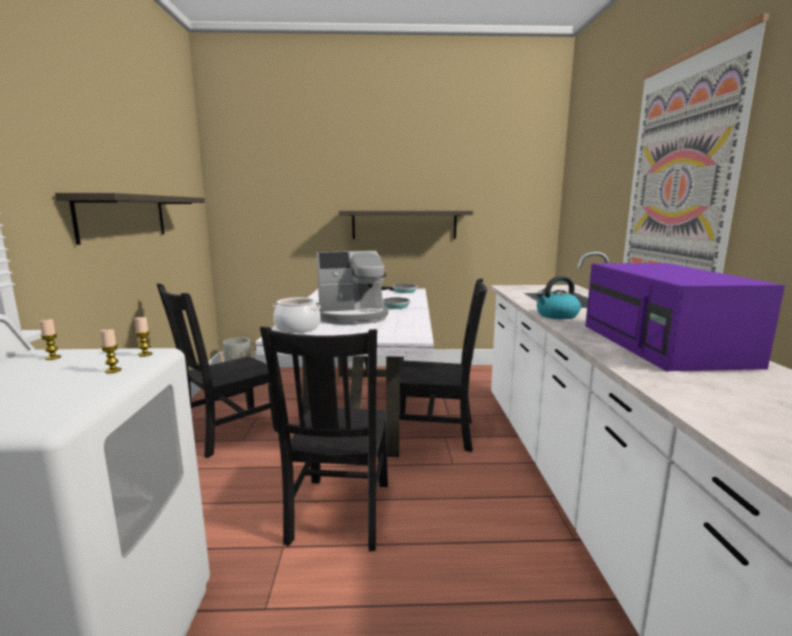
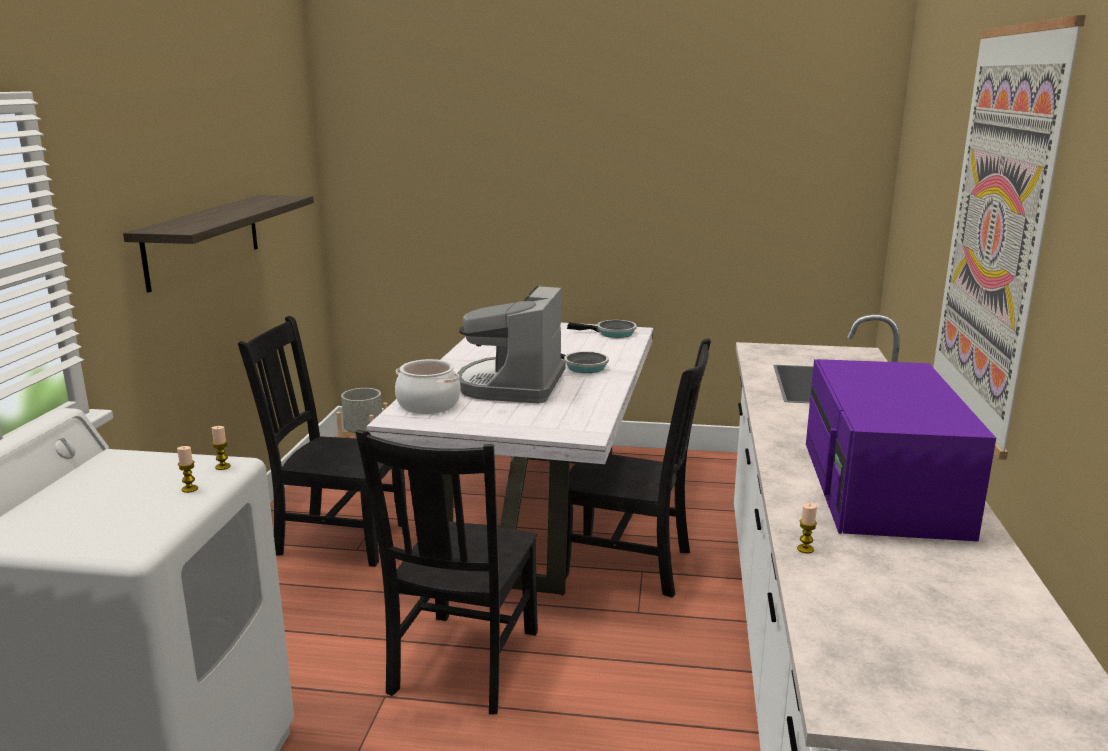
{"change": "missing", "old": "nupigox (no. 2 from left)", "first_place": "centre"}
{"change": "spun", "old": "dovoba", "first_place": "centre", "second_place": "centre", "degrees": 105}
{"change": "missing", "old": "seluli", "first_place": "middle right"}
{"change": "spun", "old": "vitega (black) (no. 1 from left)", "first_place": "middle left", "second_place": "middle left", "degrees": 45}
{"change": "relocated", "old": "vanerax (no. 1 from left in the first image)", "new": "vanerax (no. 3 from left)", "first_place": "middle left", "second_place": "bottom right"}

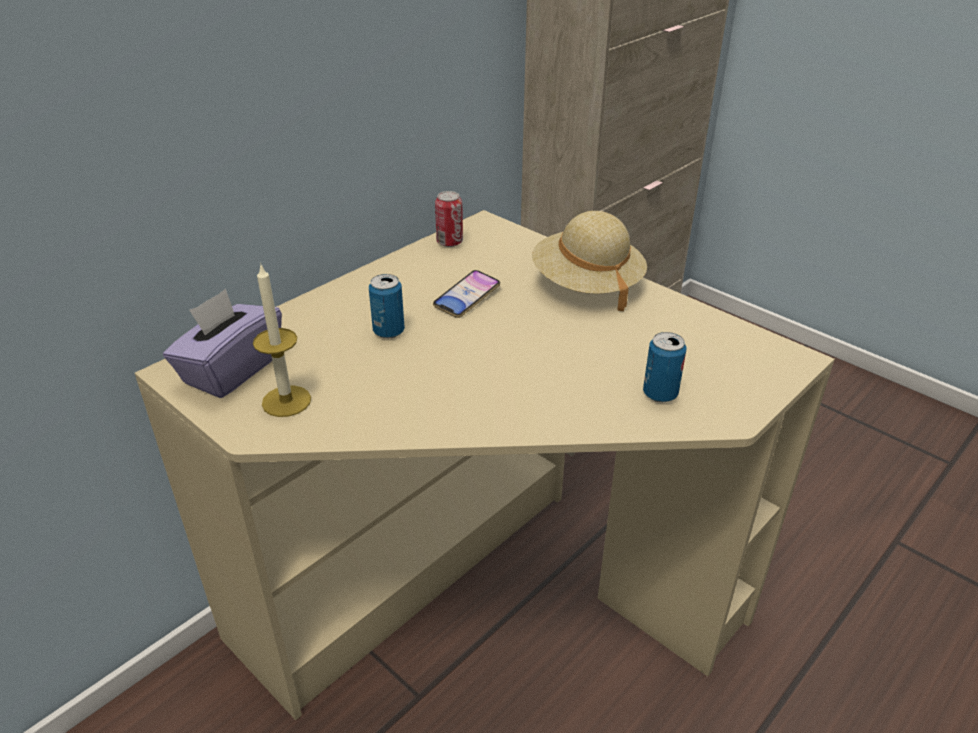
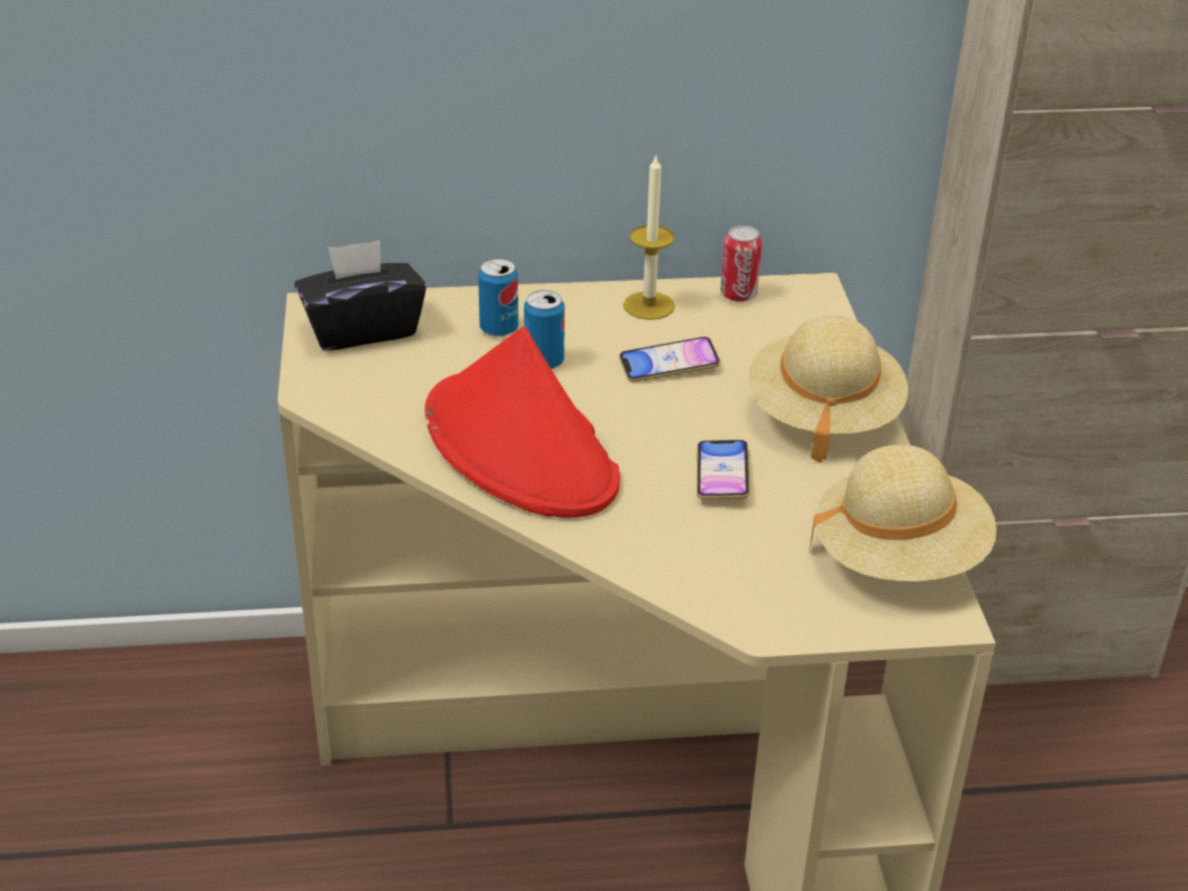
{"change": "relocated", "old": "vanerax", "first_place": "middle left", "second_place": "top centre"}
{"change": "colour", "old": "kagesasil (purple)", "new": "kagesasil (black)", "first_place": "middle left", "second_place": "top left"}
{"change": "relocated", "old": "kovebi (no. 3 from left in the first image)", "new": "kovebi (no. 1 from left)", "first_place": "middle right", "second_place": "centre"}
{"change": "appeared", "new": "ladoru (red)", "second_place": "centre"}
{"change": "appeared", "new": "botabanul (no. 2 from left)", "second_place": "centre"}
{"change": "appeared", "new": "ladoru (beige) (no. 2 from left)", "second_place": "middle right"}

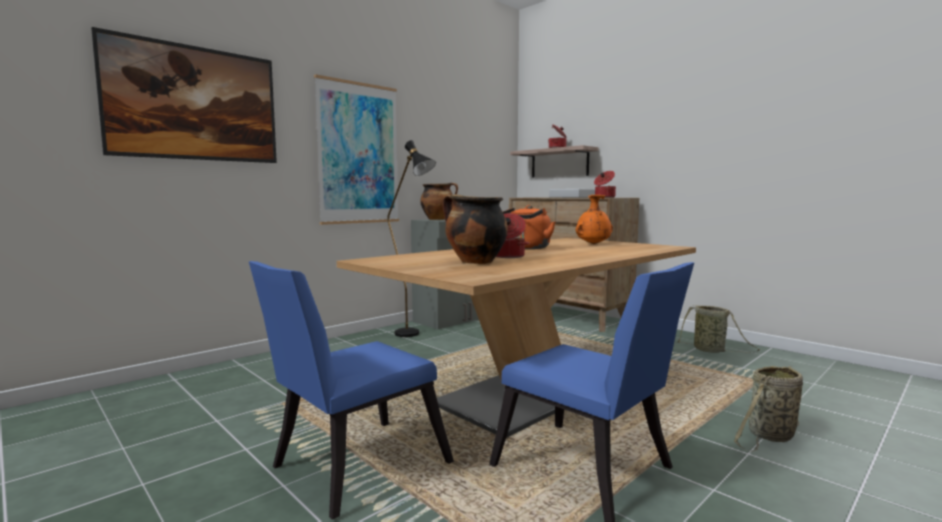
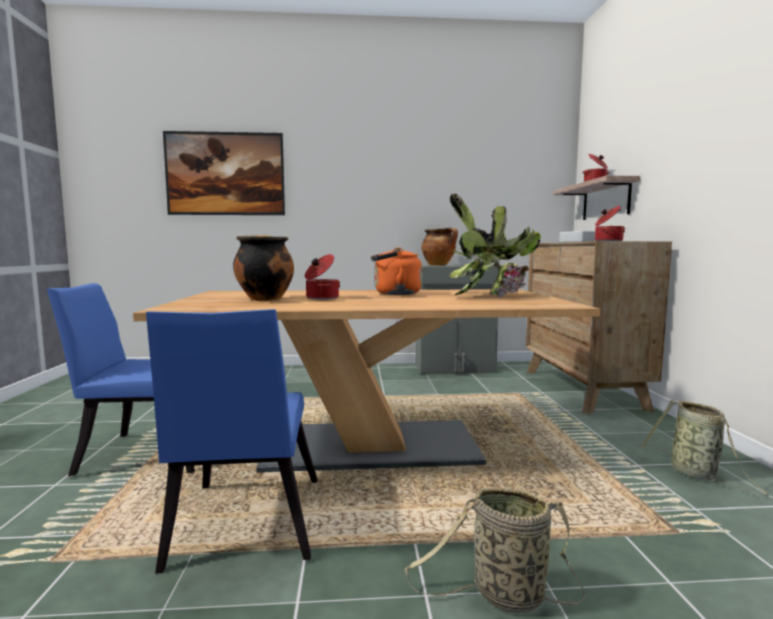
{"change": "missing", "old": "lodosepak (no. 2 from left)", "first_place": "top centre"}
{"change": "missing", "old": "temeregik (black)", "first_place": "centre"}
{"change": "exchanged", "old": "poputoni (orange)", "new": "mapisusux", "first_place": "centre", "second_place": "centre"}

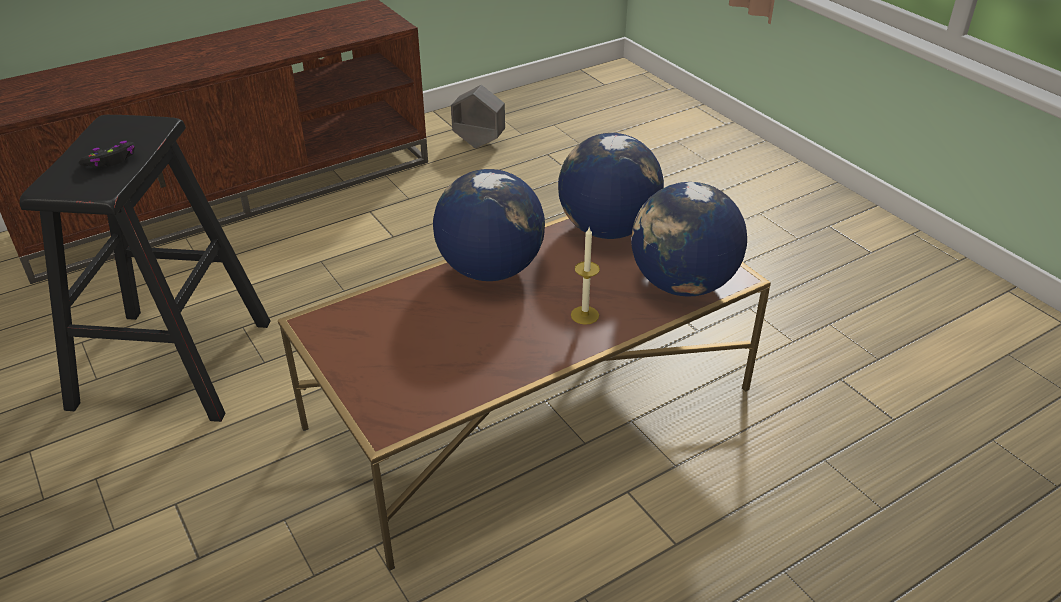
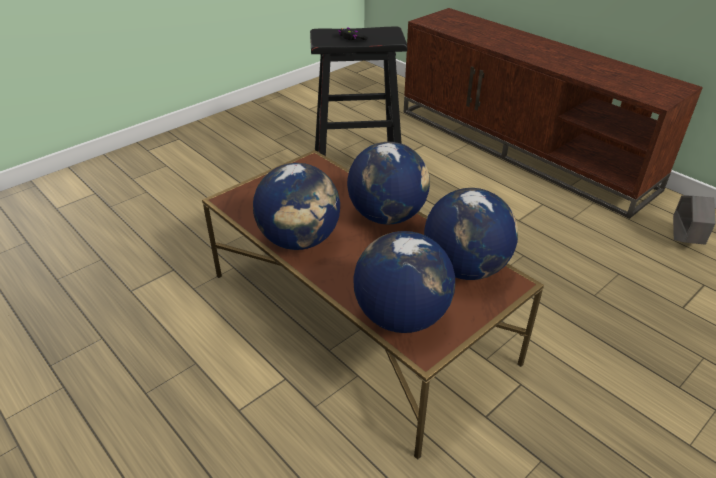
{"change": "missing", "old": "vanerax", "first_place": "centre"}
{"change": "appeared", "new": "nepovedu (no. 1 from left)", "second_place": "centre"}

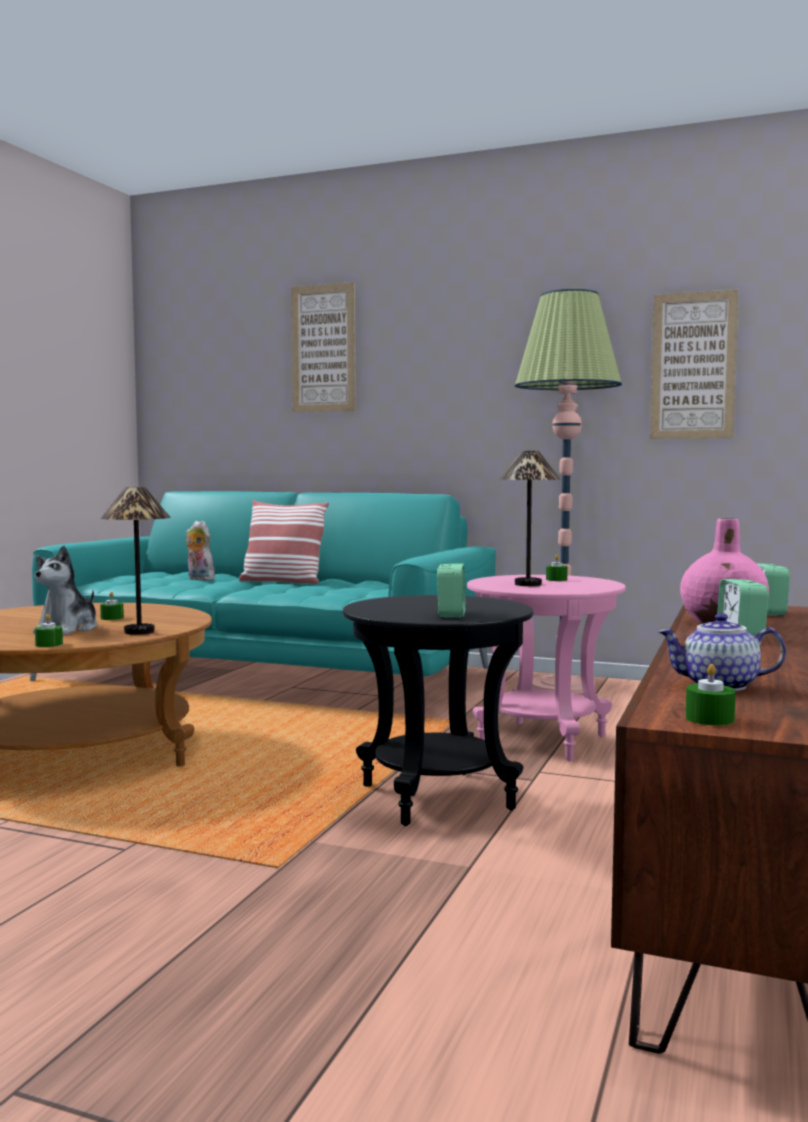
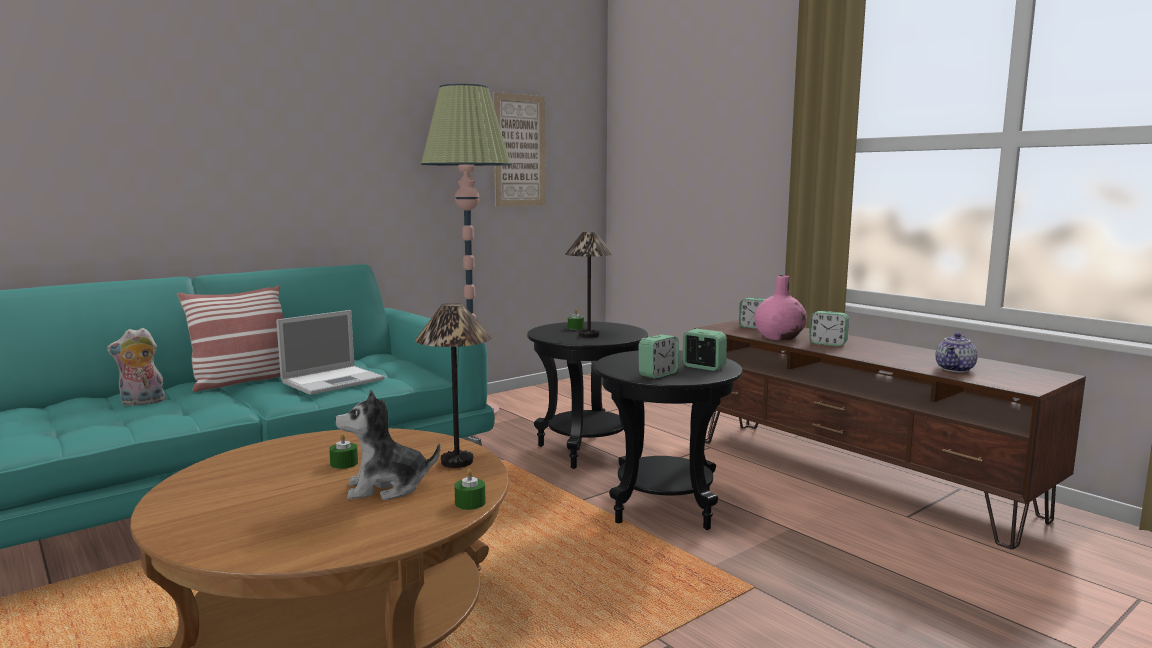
{"change": "missing", "old": "lodosepak (no. 1 from left)", "first_place": "top centre"}
{"change": "spun", "old": "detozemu (no. 1 from left in the first image)", "first_place": "middle left", "second_place": "bottom centre", "degrees": 120}
{"change": "colour", "old": "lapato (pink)", "new": "lapato (black) (no. 1 from left)", "first_place": "middle right", "second_place": "centre"}
{"change": "missing", "old": "vanerax (green) (no. 4 from left)", "first_place": "middle right"}
{"change": "appeared", "new": "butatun", "second_place": "middle left"}
{"change": "appeared", "new": "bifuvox (no. 1 from left)", "second_place": "centre"}

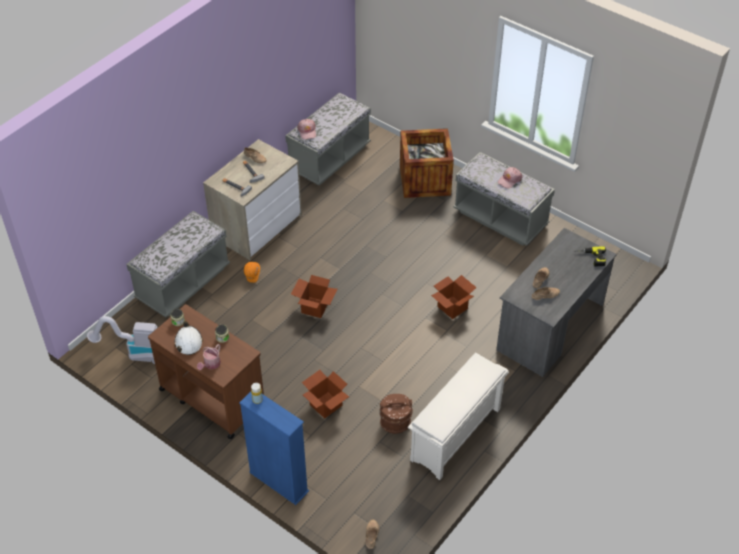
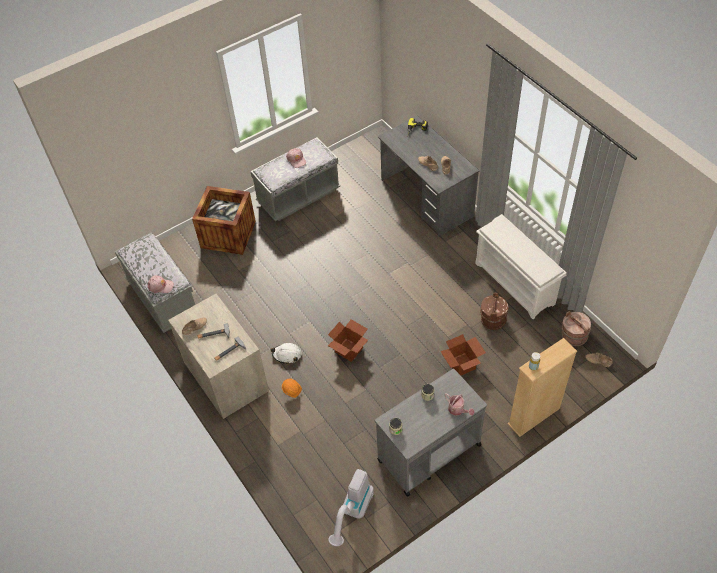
{"change": "missing", "old": "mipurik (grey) (no. 1 from left)", "first_place": "middle left"}
{"change": "missing", "old": "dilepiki (no. 3 from left)", "first_place": "centre"}
{"change": "colour", "old": "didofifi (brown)", "new": "didofifi (grey)", "first_place": "bottom left", "second_place": "bottom centre"}
{"change": "relocated", "old": "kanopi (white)", "first_place": "middle left", "second_place": "centre"}
{"change": "colour", "old": "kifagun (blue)", "new": "kifagun (beige)", "first_place": "bottom centre", "second_place": "bottom right"}
{"change": "appeared", "new": "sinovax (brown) (no. 2 from left)", "second_place": "middle right"}

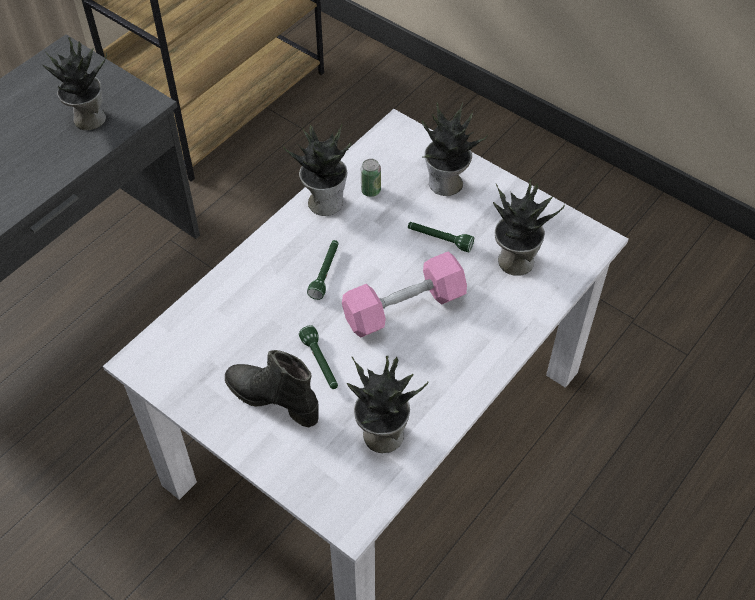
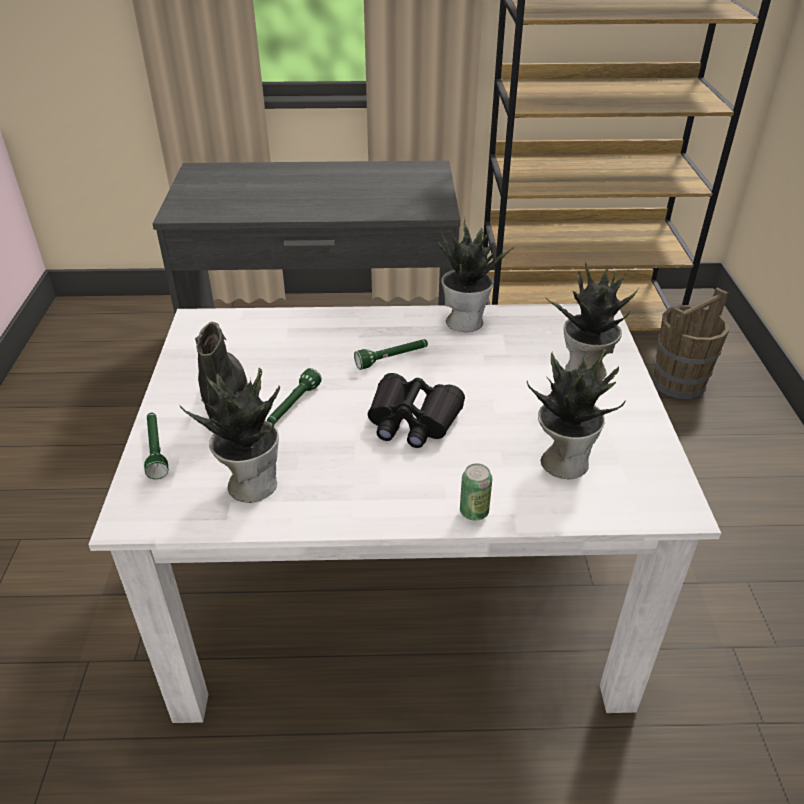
{"change": "missing", "old": "mapisusux (no. 1 from left)", "first_place": "top left"}
{"change": "relocated", "old": "kovebi", "first_place": "top centre", "second_place": "centre"}
{"change": "relocated", "old": "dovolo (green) (no. 3 from left in the first image)", "new": "dovolo (green) (no. 1 from left)", "first_place": "centre", "second_place": "middle left"}
{"change": "exchanged", "old": "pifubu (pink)", "new": "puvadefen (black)", "first_place": "centre", "second_place": "centre"}
{"change": "appeared", "new": "sinovax (brown)", "second_place": "middle right"}

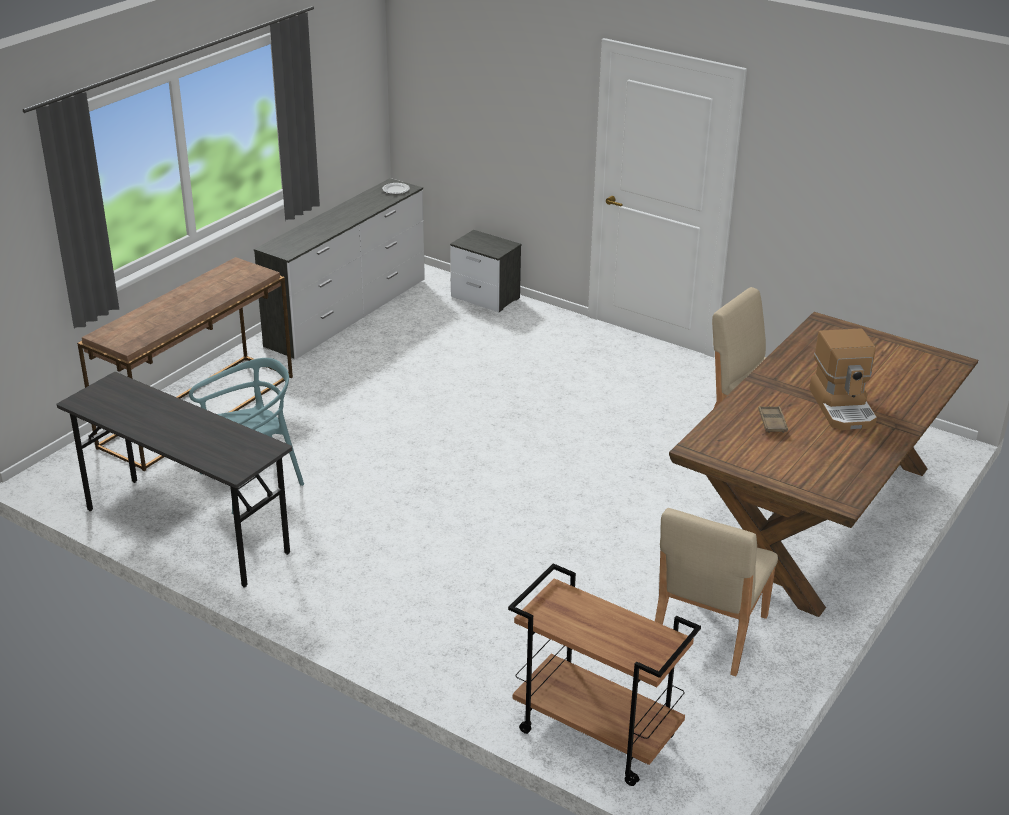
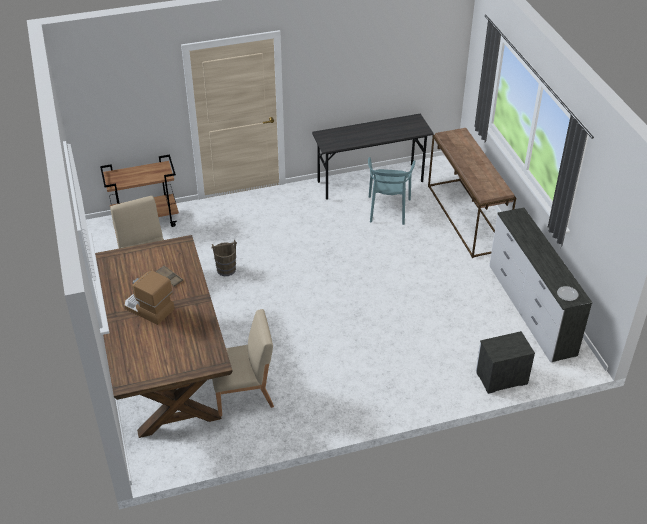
{"change": "appeared", "new": "sinovax (brown)", "second_place": "centre"}

